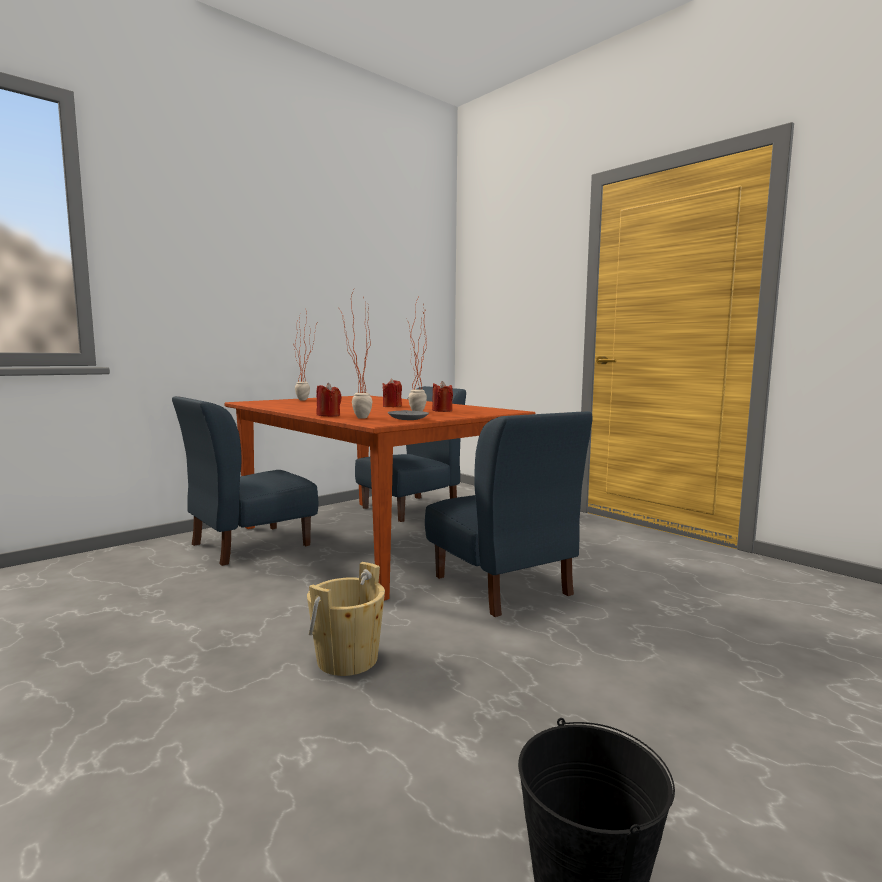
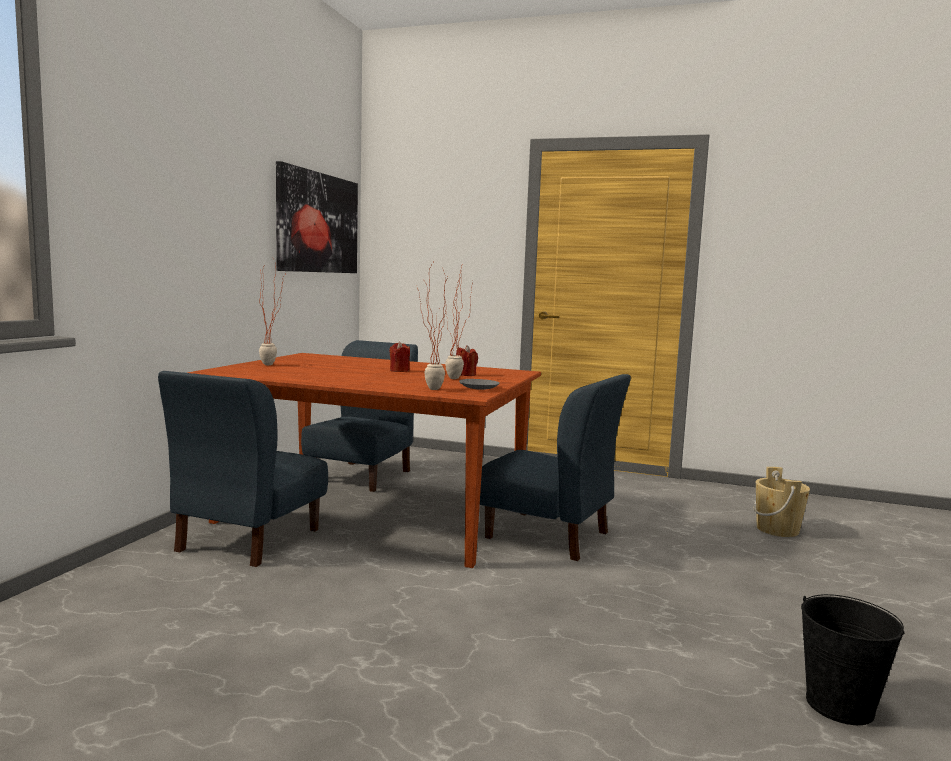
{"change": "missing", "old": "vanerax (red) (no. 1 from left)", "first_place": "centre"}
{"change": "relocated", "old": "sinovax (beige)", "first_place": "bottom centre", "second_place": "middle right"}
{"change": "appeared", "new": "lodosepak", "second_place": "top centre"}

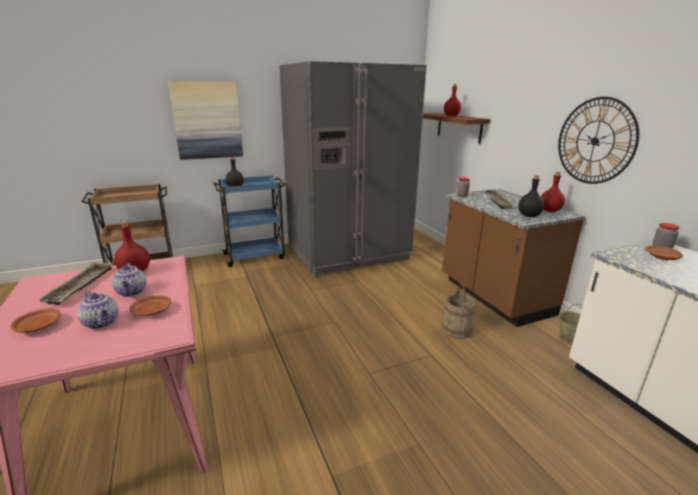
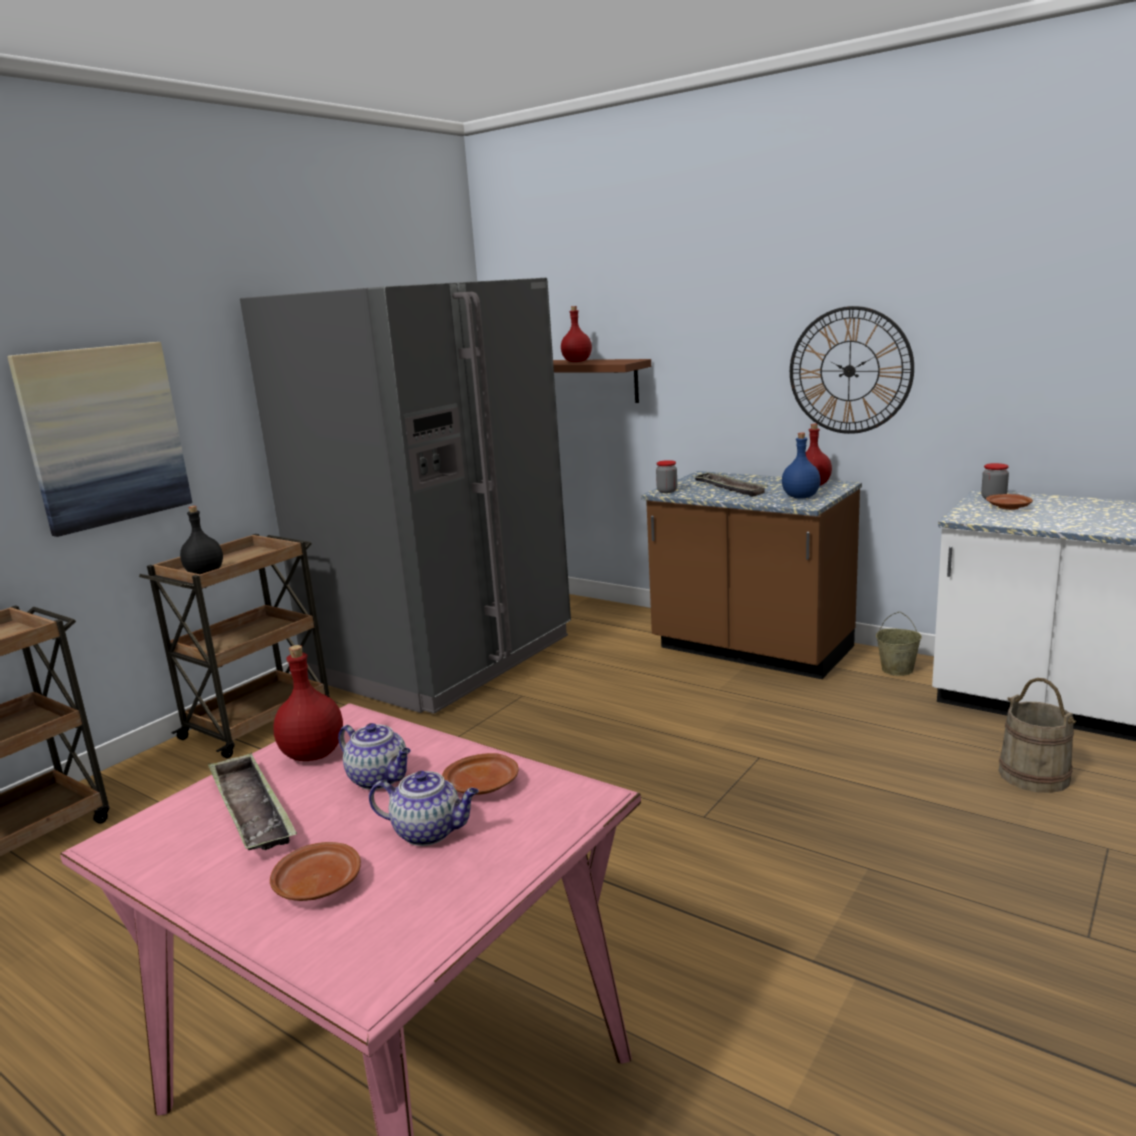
{"change": "colour", "old": "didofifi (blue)", "new": "didofifi (brown) (no. 2 from left)", "first_place": "centre", "second_place": "middle left"}
{"change": "colour", "old": "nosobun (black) (no. 2 from left)", "new": "nosobun (blue)", "first_place": "middle right", "second_place": "middle right"}
{"change": "relocated", "old": "sinovax (beige) (no. 1 from left in the first image)", "new": "sinovax (beige) (no. 2 from left)", "first_place": "centre", "second_place": "middle right"}

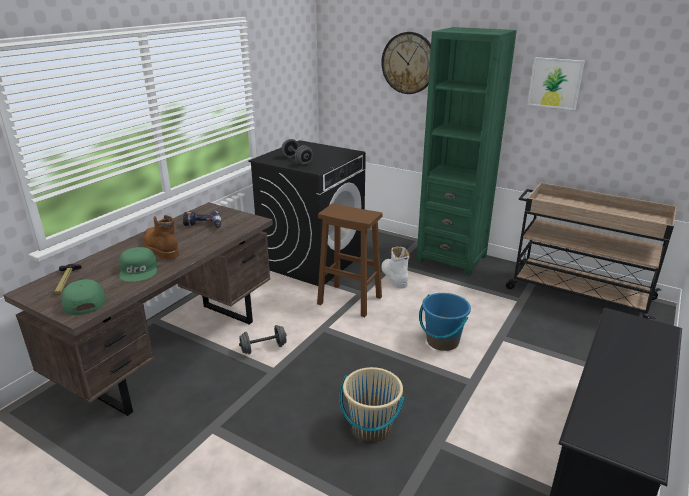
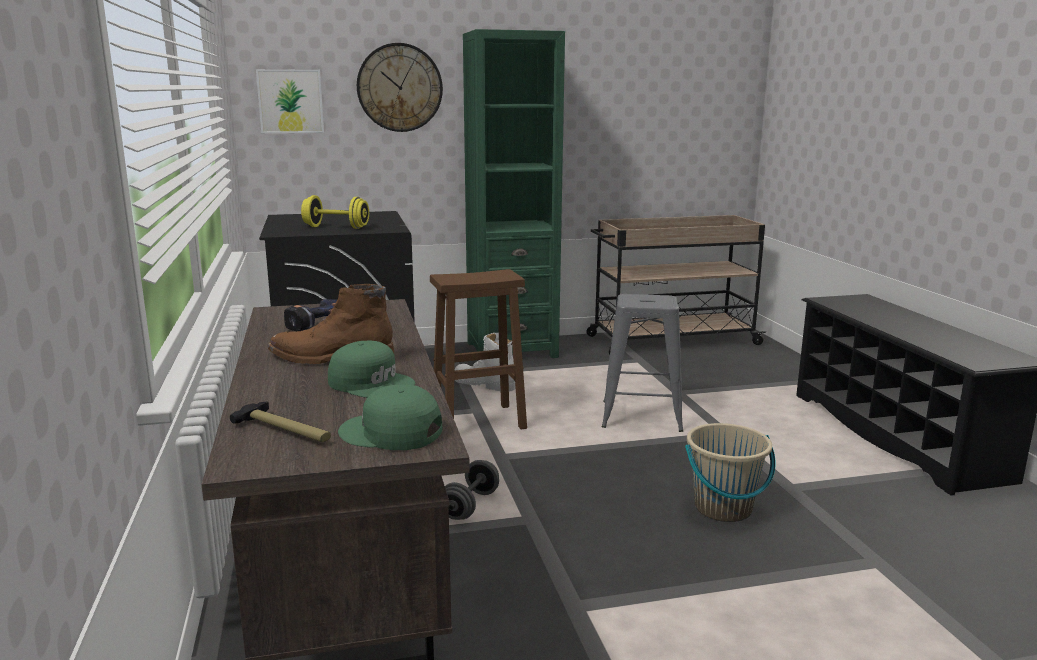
{"change": "relocated", "old": "lodosepak", "first_place": "top right", "second_place": "top left"}
{"change": "colour", "old": "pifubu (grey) (no. 2 from left)", "new": "pifubu (yellow)", "first_place": "top centre", "second_place": "top left"}
{"change": "exchanged", "old": "sinovax (blue)", "new": "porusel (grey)", "first_place": "centre", "second_place": "centre"}

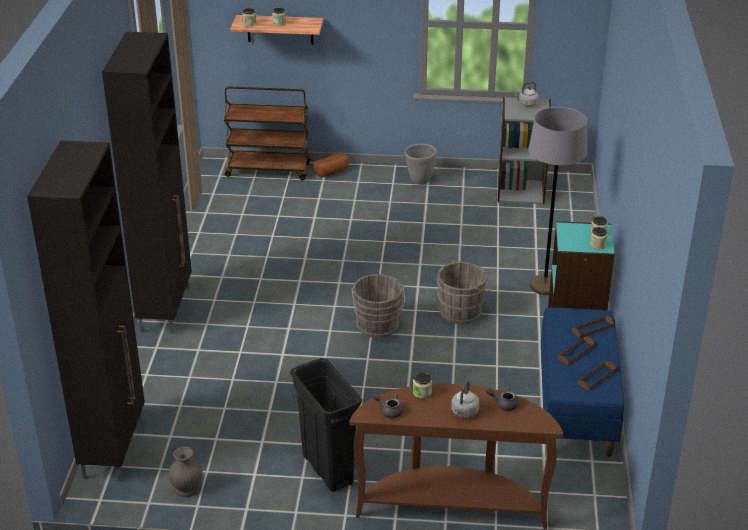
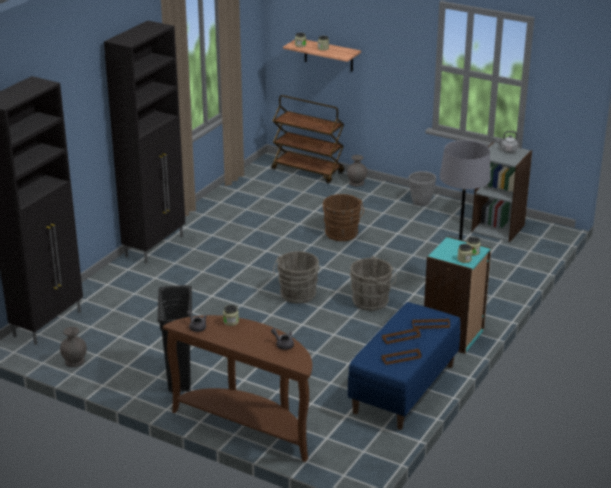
{"change": "exchanged", "old": "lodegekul", "new": "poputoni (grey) (no. 2 from left)", "first_place": "top centre", "second_place": "centre"}
{"change": "missing", "old": "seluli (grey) (no. 1 from left)", "first_place": "bottom centre"}
{"change": "appeared", "new": "sinovax (brown)", "second_place": "centre"}

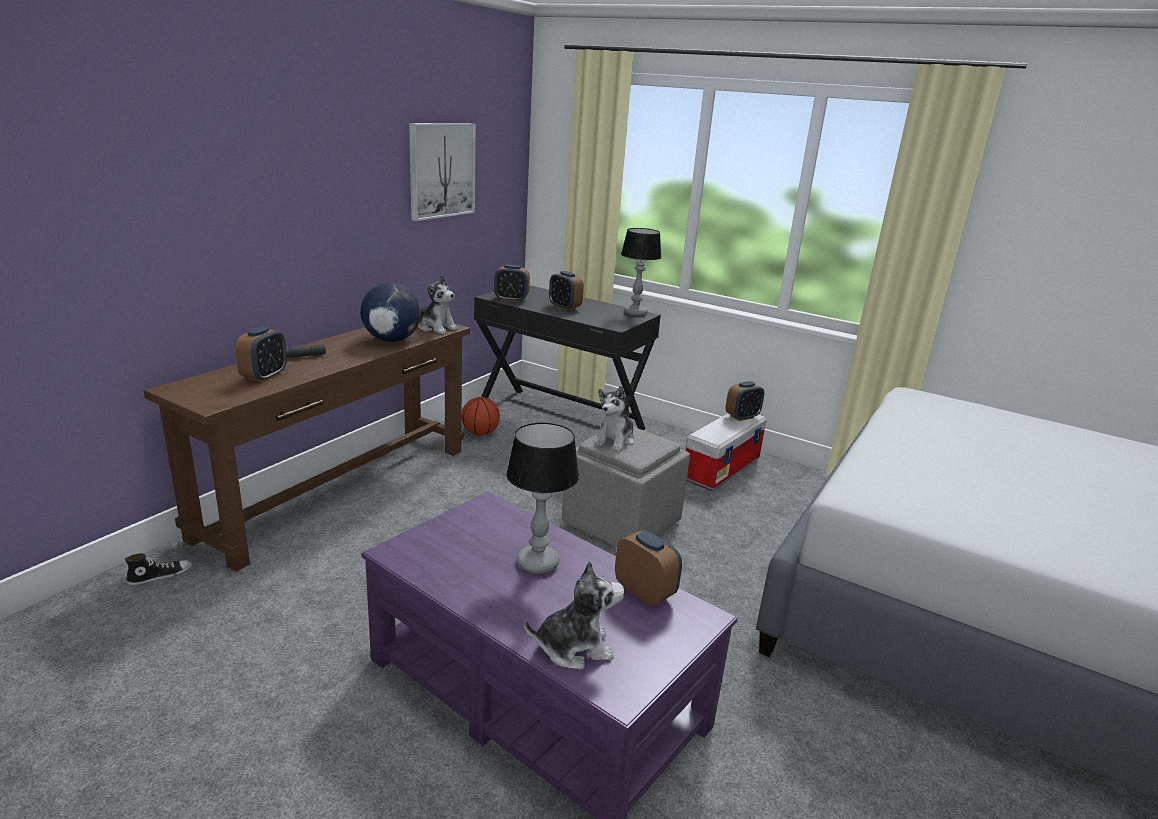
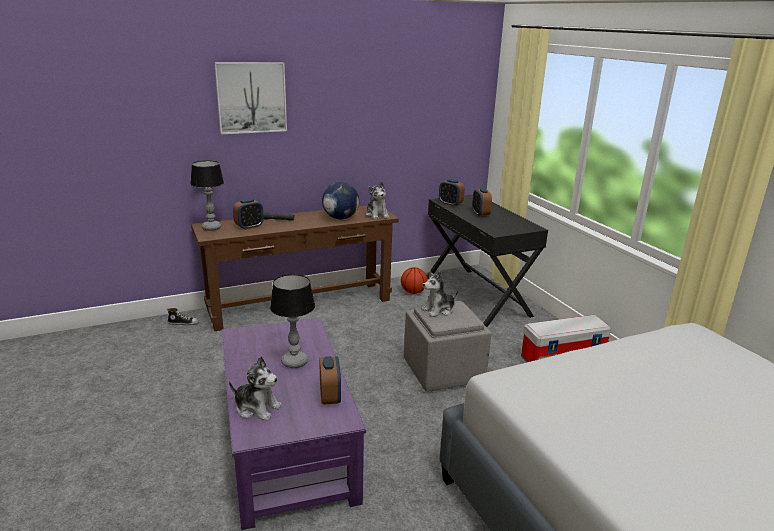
{"change": "relocated", "old": "lodosepak", "first_place": "top centre", "second_place": "top left"}
{"change": "relocated", "old": "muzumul (no. 2 from left in the first image)", "new": "muzumul (no. 1 from left)", "first_place": "top centre", "second_place": "middle left"}
{"change": "missing", "old": "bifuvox (no. 5 from left)", "first_place": "centre"}

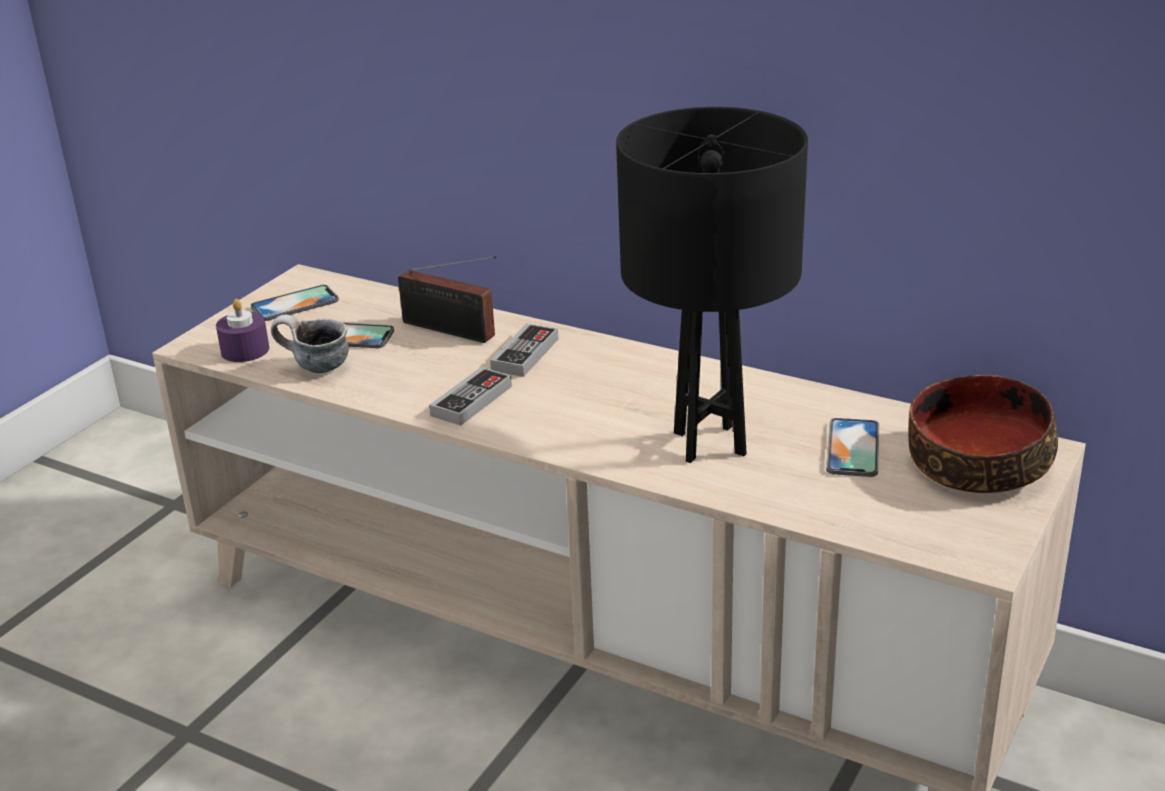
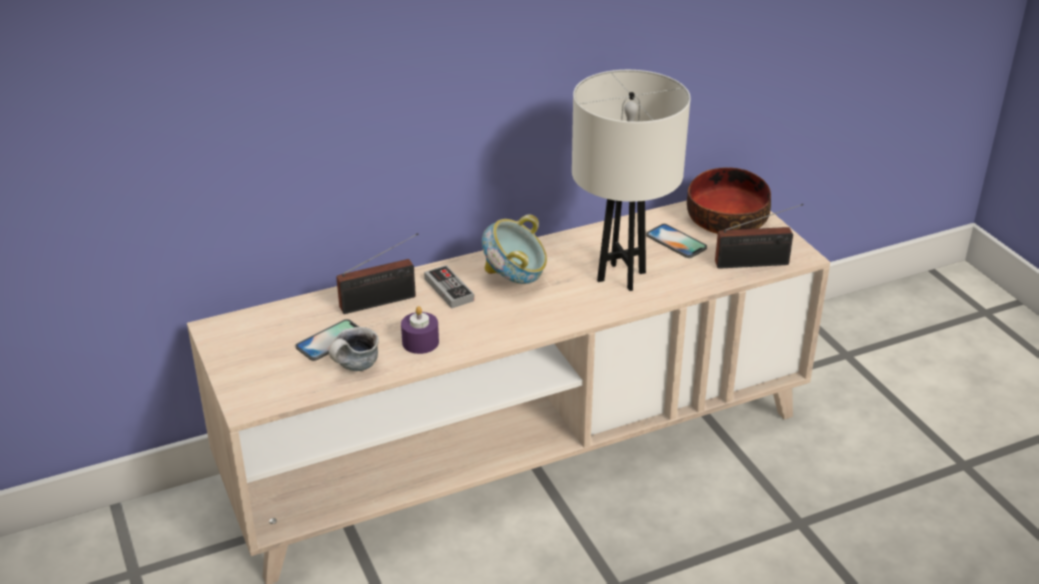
{"change": "colour", "old": "muzumul (black)", "new": "muzumul (white)", "first_place": "centre", "second_place": "top centre"}
{"change": "missing", "old": "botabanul (no. 1 from left)", "first_place": "middle left"}
{"change": "relocated", "old": "vanerax (purple)", "first_place": "middle left", "second_place": "centre"}
{"change": "missing", "old": "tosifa (no. 1 from left)", "first_place": "centre"}
{"change": "appeared", "new": "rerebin (no. 2 from left)", "second_place": "middle right"}
{"change": "appeared", "new": "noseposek (no. 1 from left)", "second_place": "centre"}

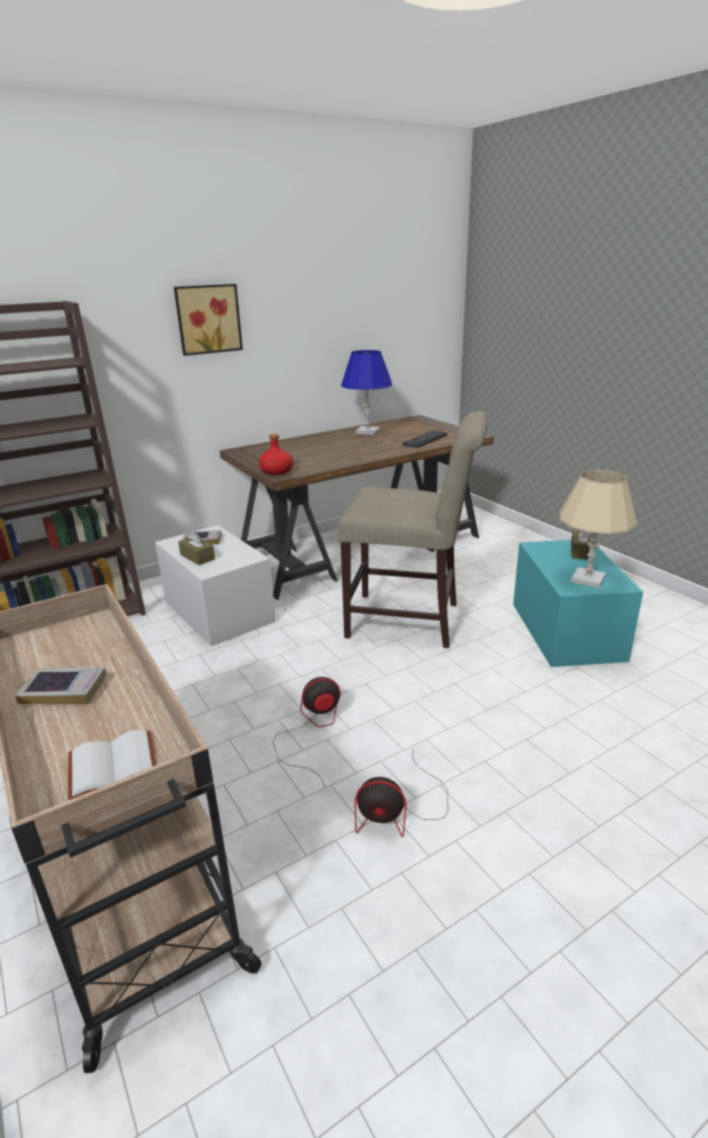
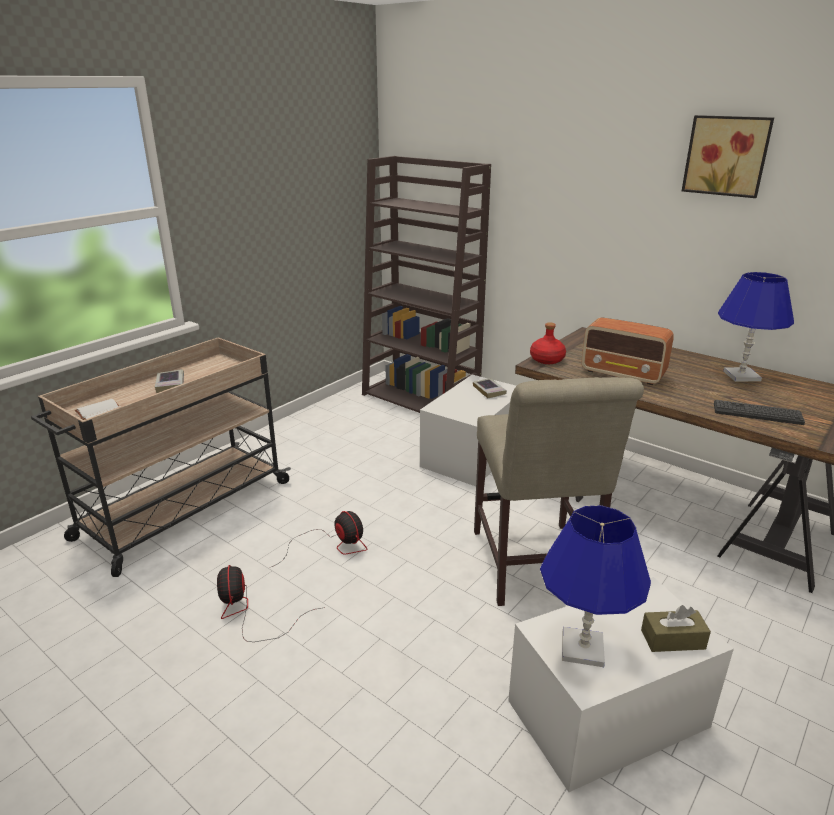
{"change": "relocated", "old": "lodosepak", "first_place": "top left", "second_place": "top right"}
{"change": "colour", "old": "muzumul (beige)", "new": "muzumul (blue) (no. 1 from left)", "first_place": "middle right", "second_place": "bottom right"}
{"change": "missing", "old": "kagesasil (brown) (no. 1 from left)", "first_place": "middle left"}
{"change": "colour", "old": "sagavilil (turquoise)", "new": "sagavilil (white) (no. 2 from left)", "first_place": "middle right", "second_place": "bottom right"}
{"change": "appeared", "new": "rerebin", "second_place": "middle right"}

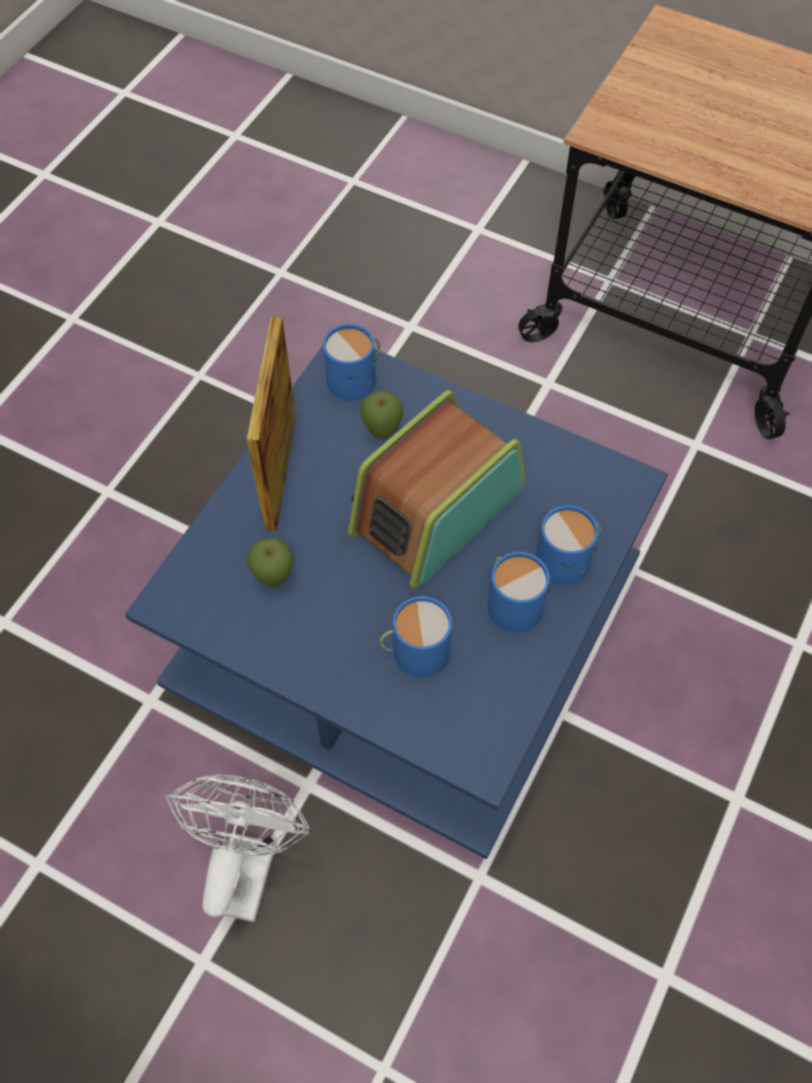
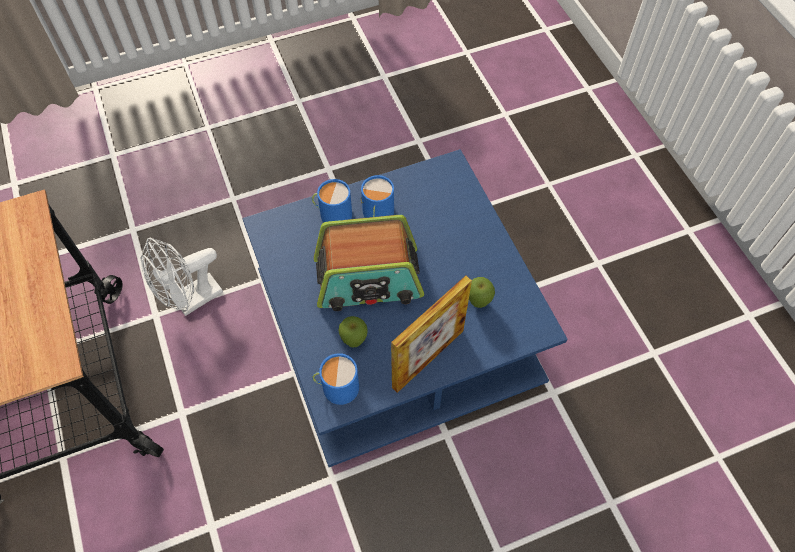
{"change": "missing", "old": "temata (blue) (no. 2 from left)", "first_place": "centre"}
{"change": "relocated", "old": "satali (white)", "first_place": "bottom left", "second_place": "middle left"}

